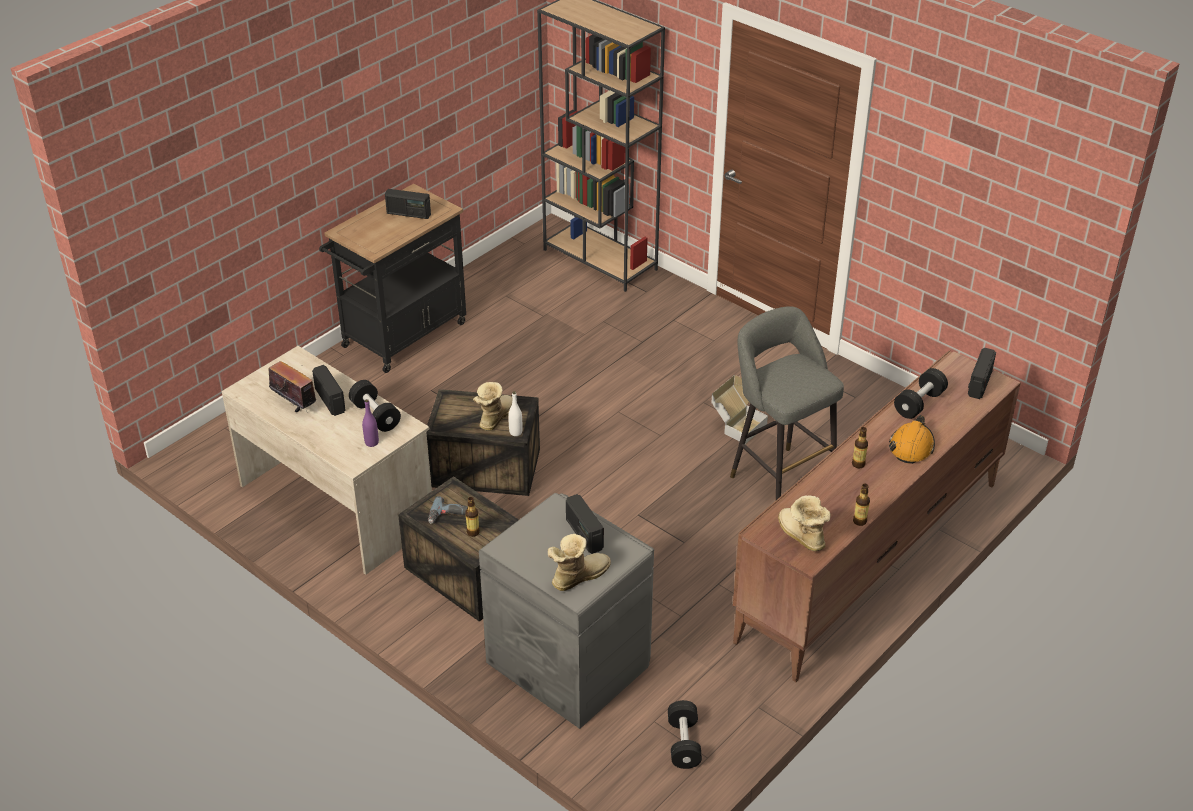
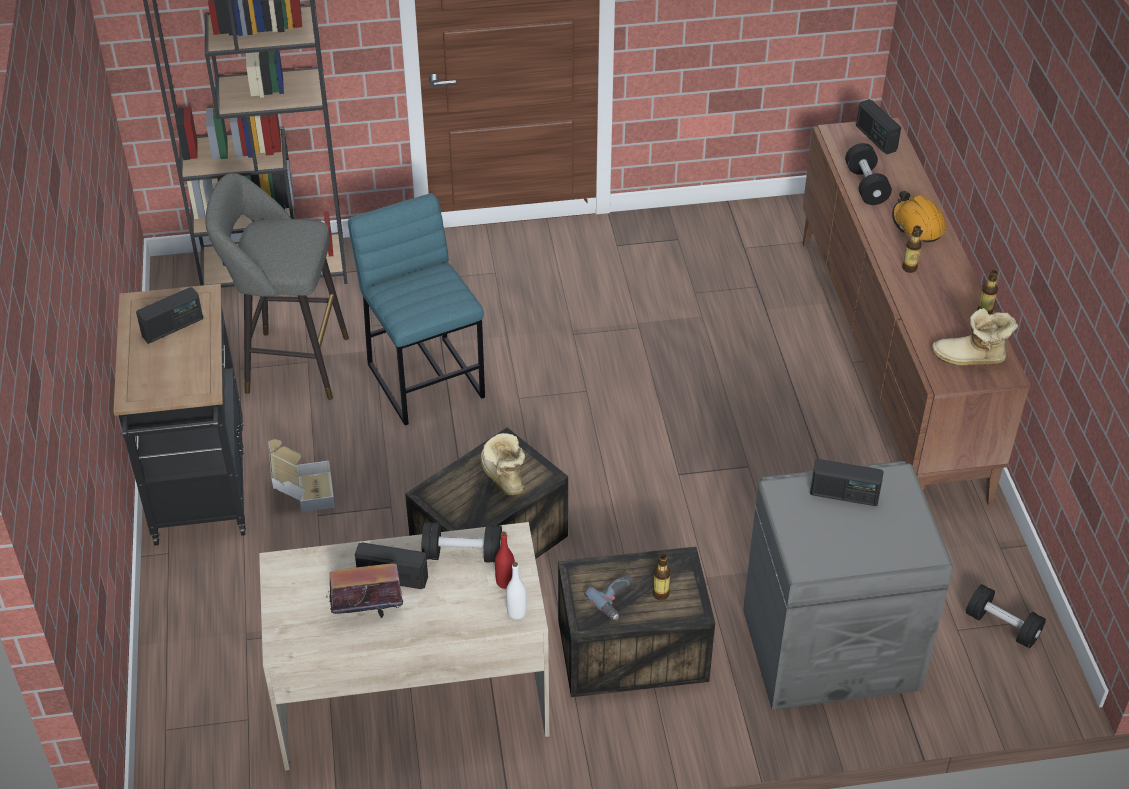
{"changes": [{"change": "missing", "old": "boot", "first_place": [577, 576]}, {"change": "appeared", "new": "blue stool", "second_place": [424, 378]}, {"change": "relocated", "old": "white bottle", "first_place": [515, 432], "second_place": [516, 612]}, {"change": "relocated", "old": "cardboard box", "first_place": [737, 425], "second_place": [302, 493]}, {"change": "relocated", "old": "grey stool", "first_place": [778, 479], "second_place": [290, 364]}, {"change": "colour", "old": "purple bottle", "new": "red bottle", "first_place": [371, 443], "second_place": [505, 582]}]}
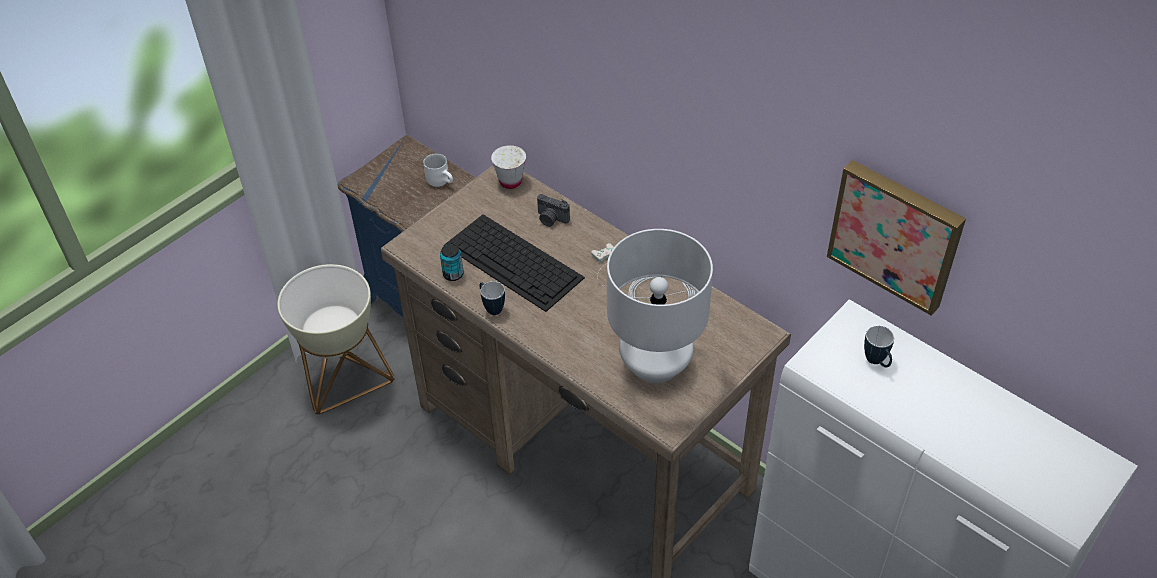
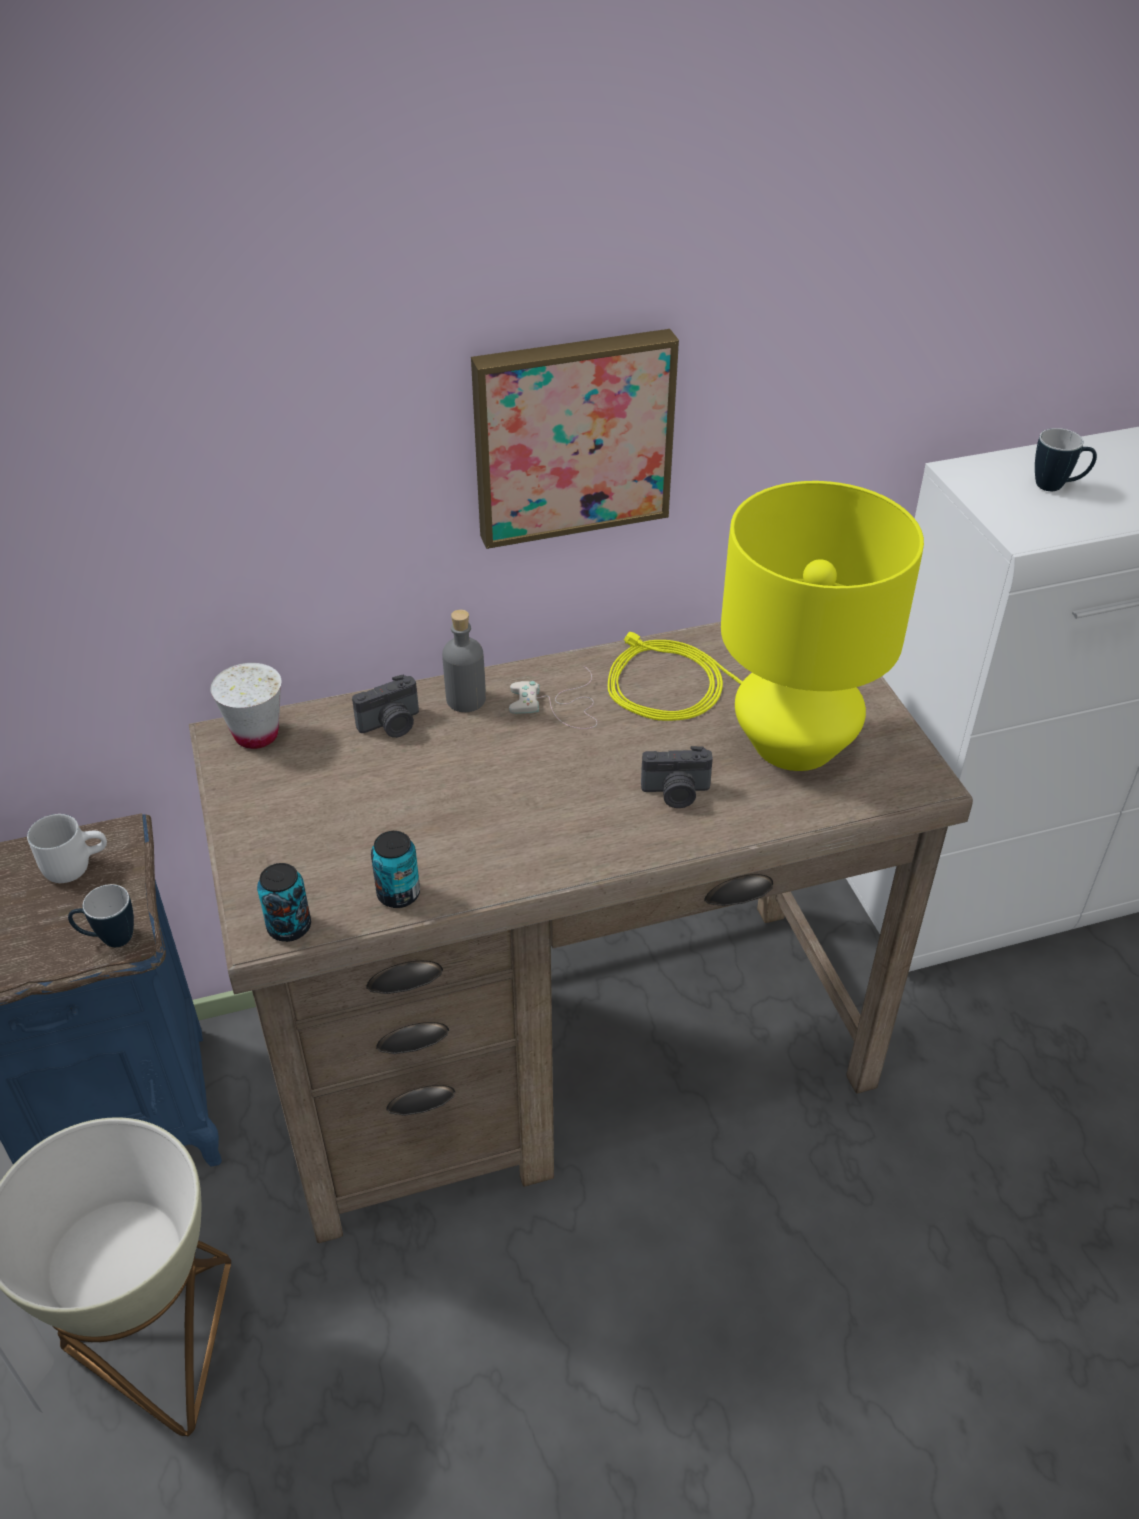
{"changes": [{"change": "missing", "old": "keyboard", "first_place": [514, 262]}, {"change": "appeared", "new": "can", "second_place": [289, 927]}, {"change": "appeared", "new": "grey bottle", "second_place": [466, 699]}, {"change": "appeared", "new": "photo camera", "second_place": [676, 793]}, {"change": "relocated", "old": "mug", "first_place": [491, 307], "second_place": [109, 939]}, {"change": "relocated", "old": "picture", "first_place": [896, 234], "second_place": [571, 435]}, {"change": "colour", "old": "white table lamp", "new": "yellow table lamp", "first_place": [658, 337], "second_place": [742, 718]}]}
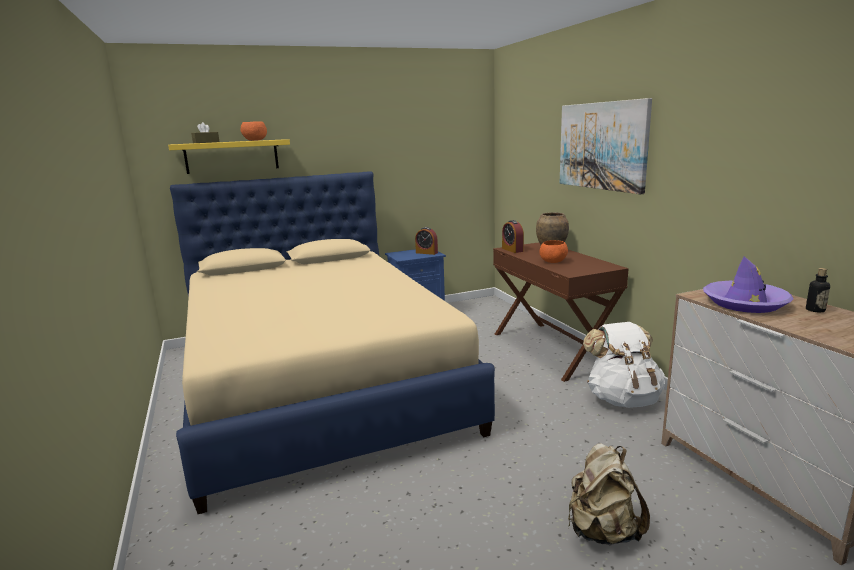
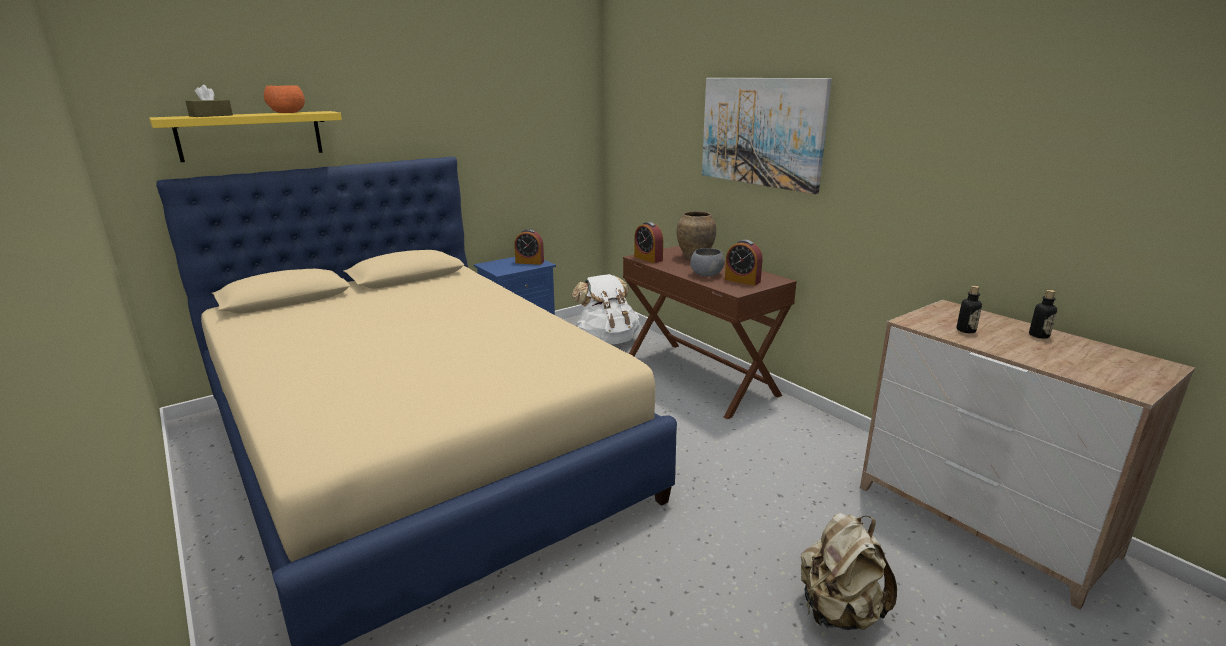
{"changes": [{"change": "appeared", "new": "alarm clock", "second_place": [742, 280]}, {"change": "relocated", "old": "white backpack", "first_place": [622, 399], "second_place": [607, 340]}, {"change": "exchanged", "old": "purple hat", "new": "bottle", "first_place": [745, 303], "second_place": [966, 330]}, {"change": "colour", "old": "orange bowl", "new": "grey bowl", "first_place": [552, 261], "second_place": [706, 275]}]}
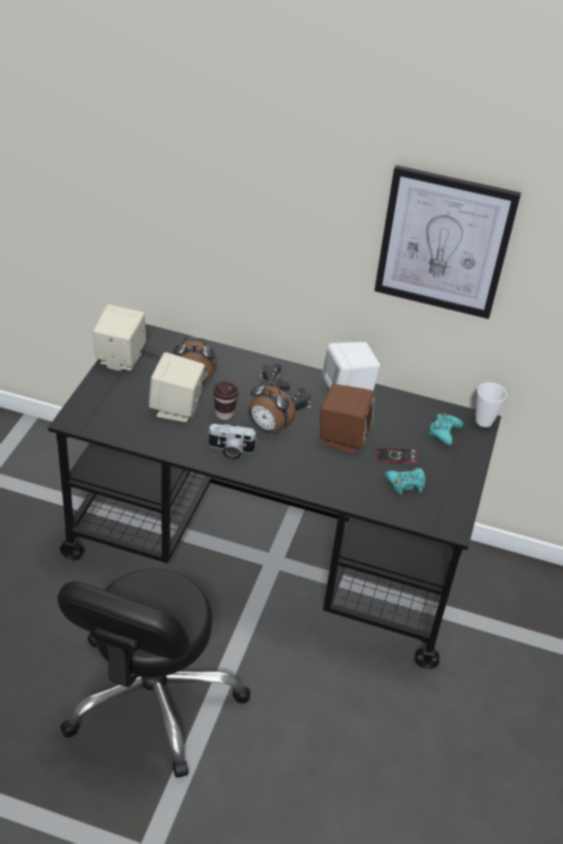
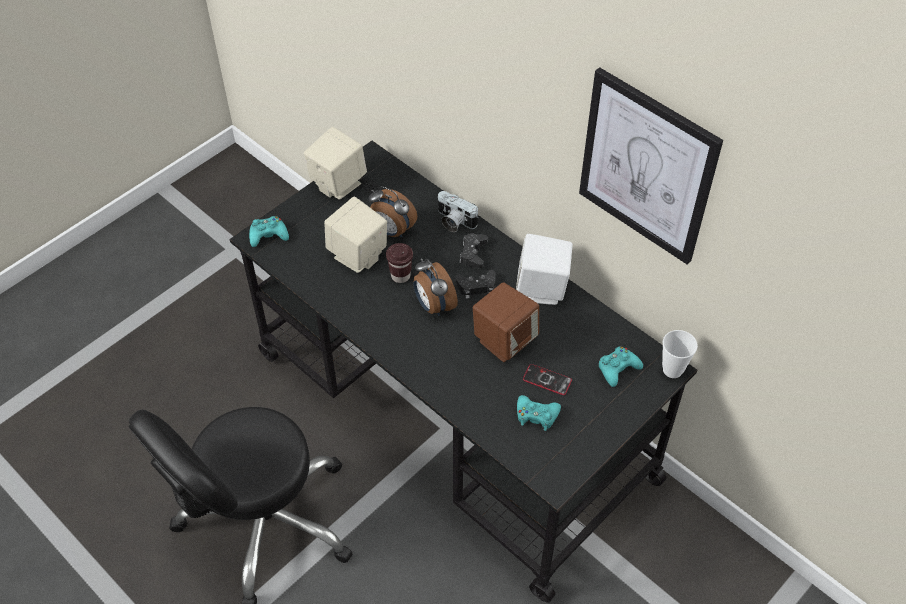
{"changes": [{"change": "appeared", "new": "turquoise game controller", "second_place": [268, 235]}, {"change": "relocated", "old": "photo camera", "first_place": [230, 451], "second_place": [454, 221]}]}
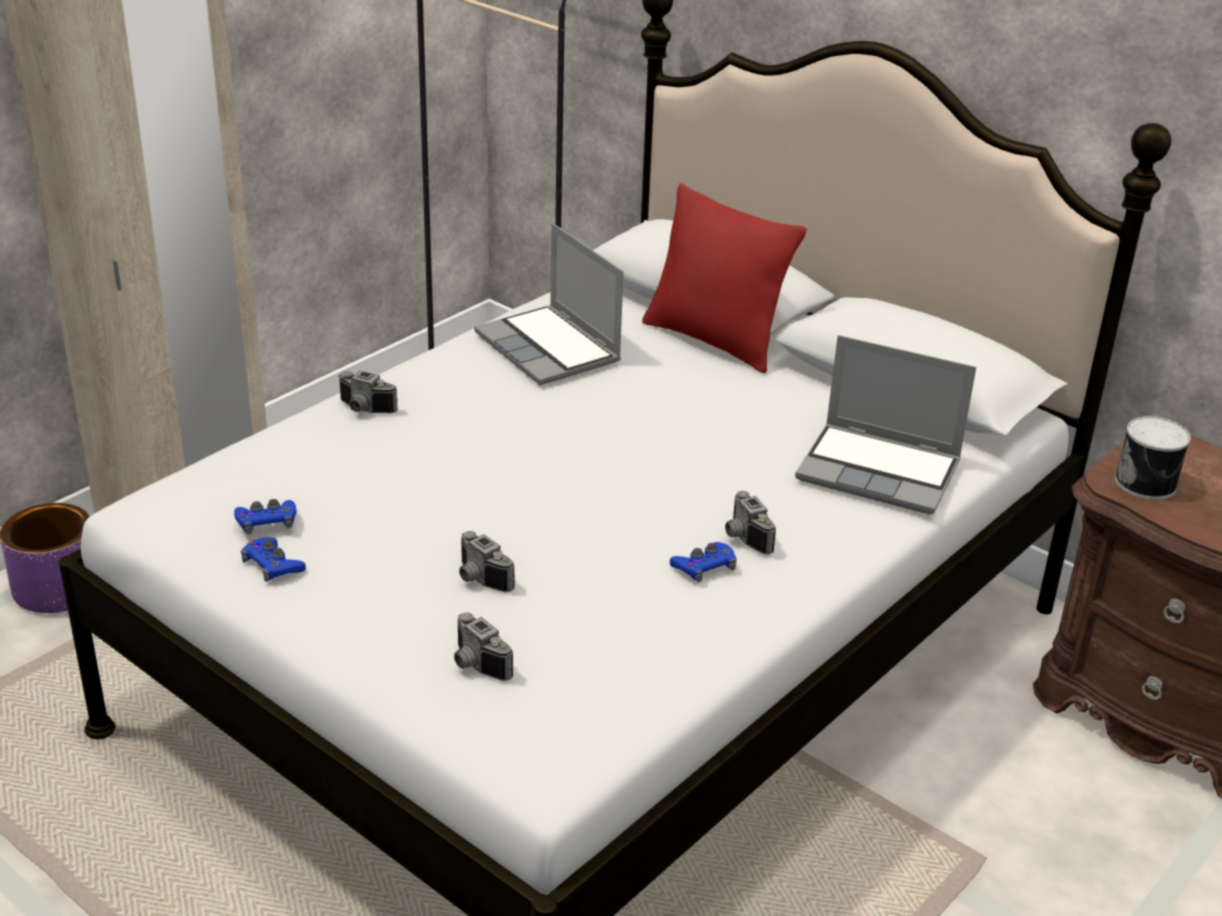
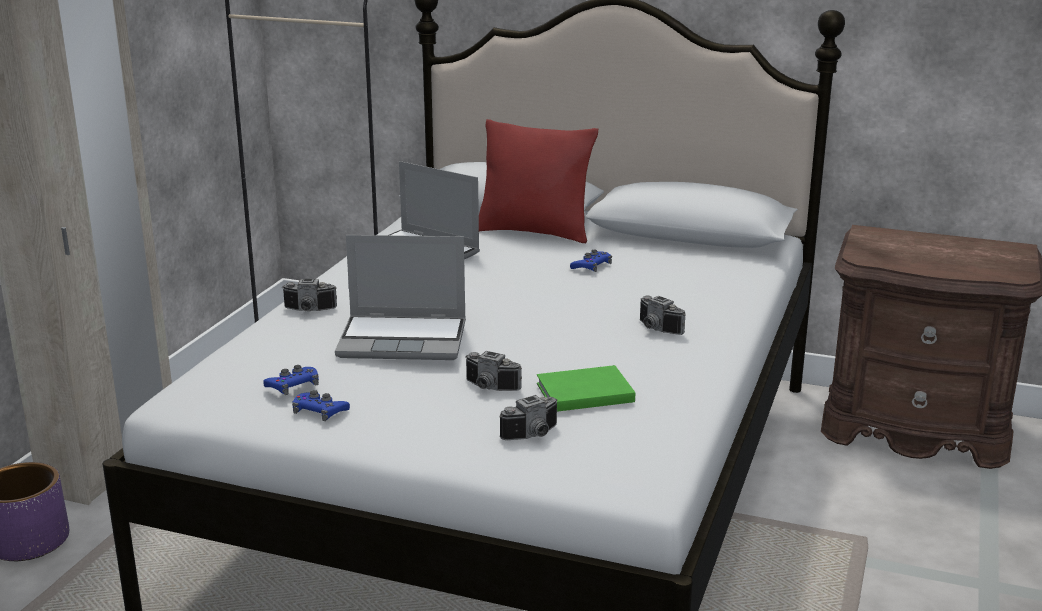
{"changes": [{"change": "missing", "old": "can", "first_place": [1147, 483]}, {"change": "appeared", "new": "green book", "second_place": [582, 392]}, {"change": "relocated", "old": "blue game controller", "first_place": [704, 567], "second_place": [591, 266]}, {"change": "relocated", "old": "laptop", "first_place": [880, 471], "second_place": [404, 339]}, {"change": "spun", "old": "photo camera", "first_place": [475, 665], "second_place": [534, 435], "degrees": -60}]}
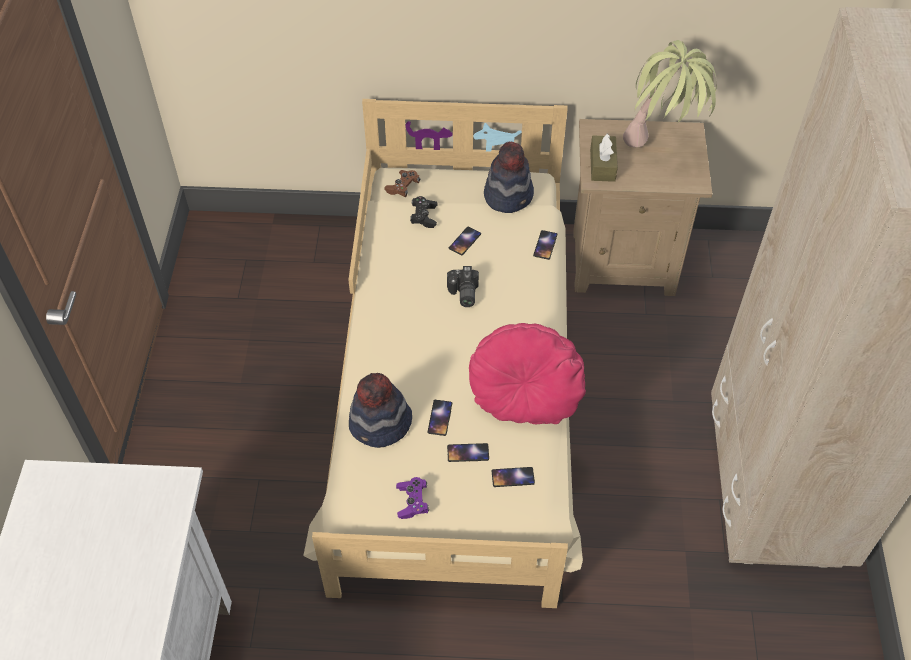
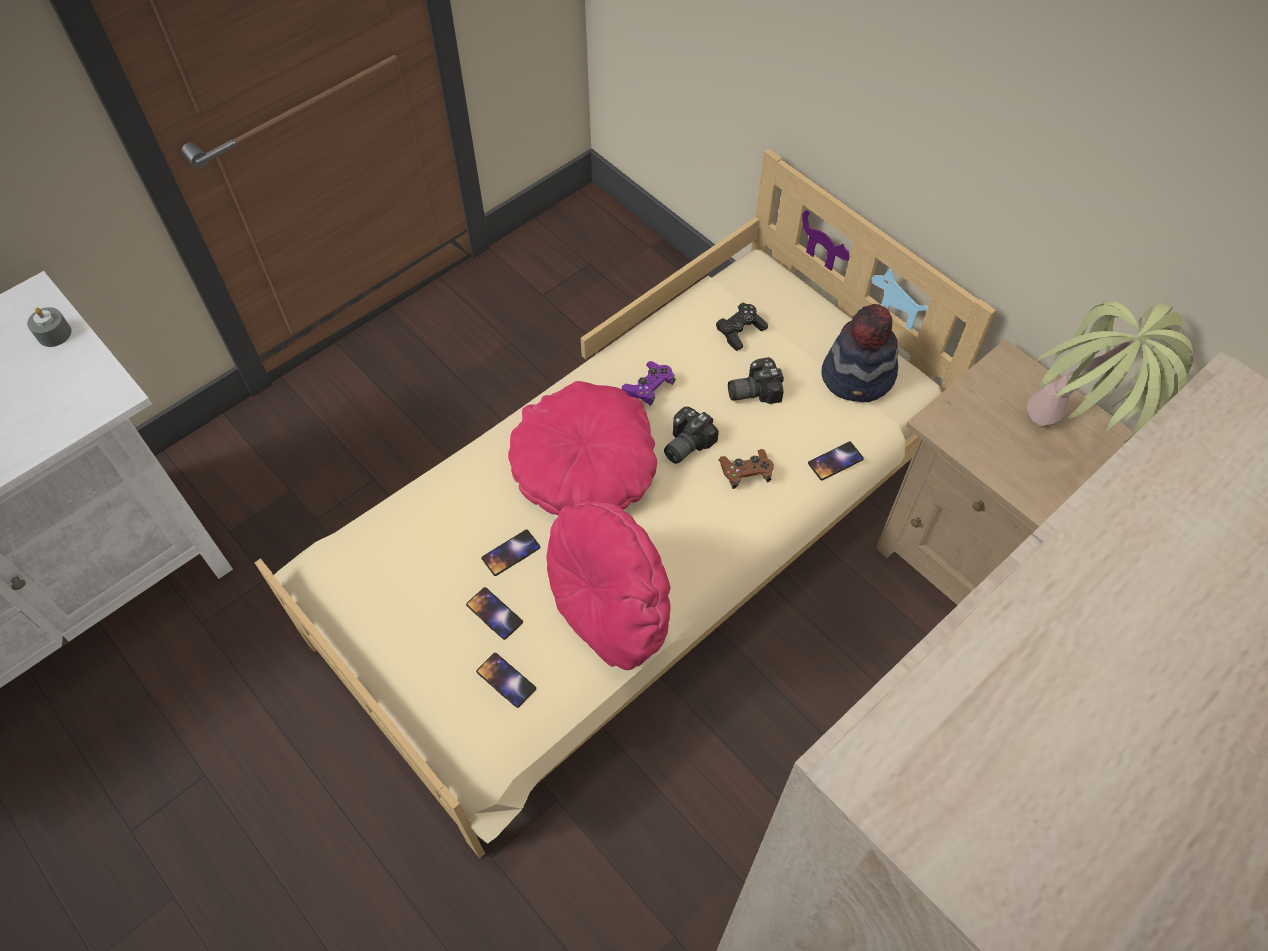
{"changes": [{"change": "missing", "old": "hat", "first_place": [380, 425]}, {"change": "missing", "old": "brown tissue box", "first_place": [602, 165]}, {"change": "appeared", "new": "grey candle", "second_place": [54, 334]}, {"change": "appeared", "new": "pink pillow", "second_place": [582, 464]}, {"change": "relocated", "old": "brown game controller", "first_place": [403, 187], "second_place": [745, 473]}, {"change": "relocated", "old": "purple game controller", "first_place": [412, 502], "second_place": [649, 388]}, {"change": "exchanged", "old": "phone", "new": "photo camera", "first_place": [465, 241], "second_place": [752, 389]}]}
